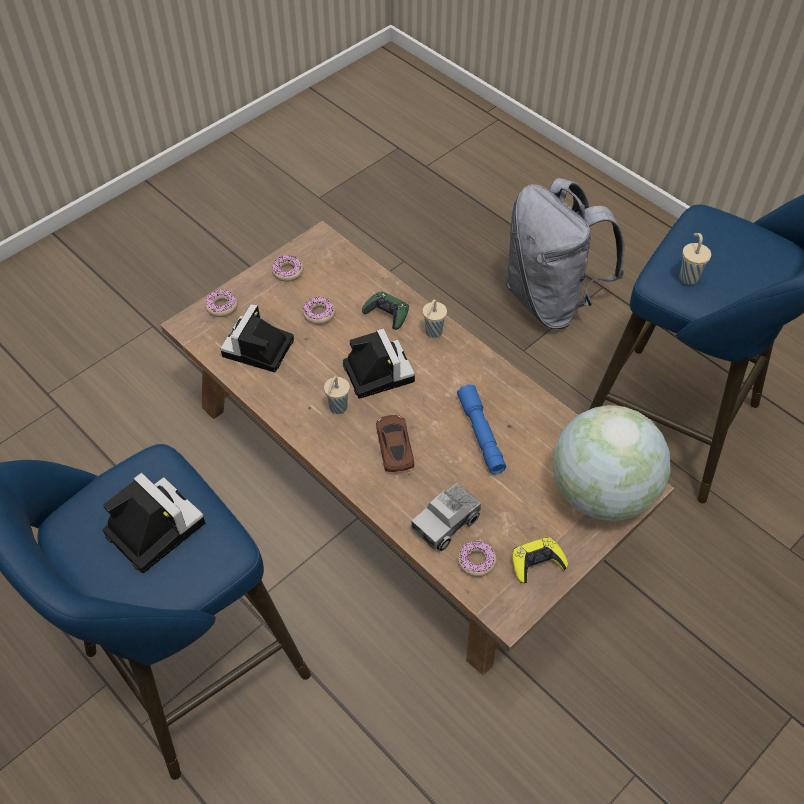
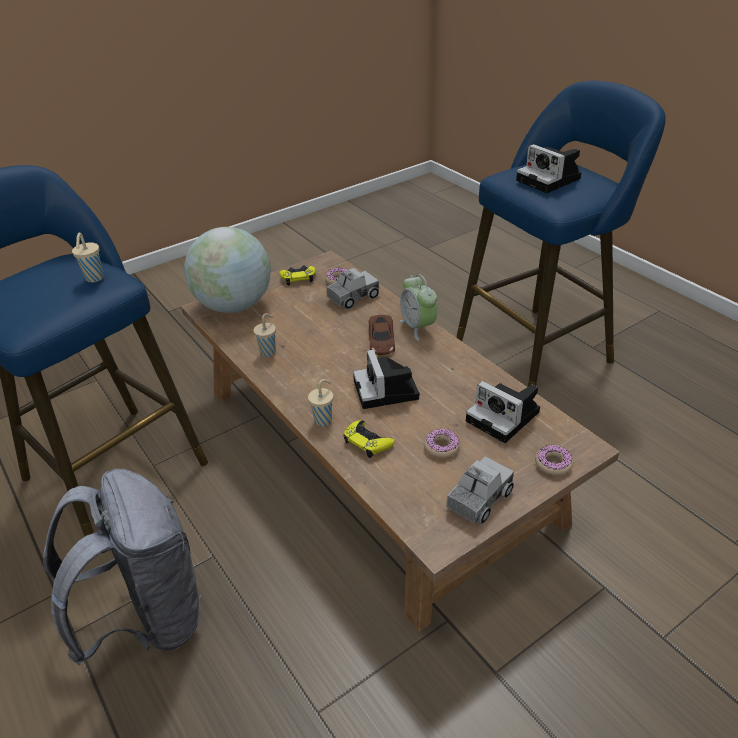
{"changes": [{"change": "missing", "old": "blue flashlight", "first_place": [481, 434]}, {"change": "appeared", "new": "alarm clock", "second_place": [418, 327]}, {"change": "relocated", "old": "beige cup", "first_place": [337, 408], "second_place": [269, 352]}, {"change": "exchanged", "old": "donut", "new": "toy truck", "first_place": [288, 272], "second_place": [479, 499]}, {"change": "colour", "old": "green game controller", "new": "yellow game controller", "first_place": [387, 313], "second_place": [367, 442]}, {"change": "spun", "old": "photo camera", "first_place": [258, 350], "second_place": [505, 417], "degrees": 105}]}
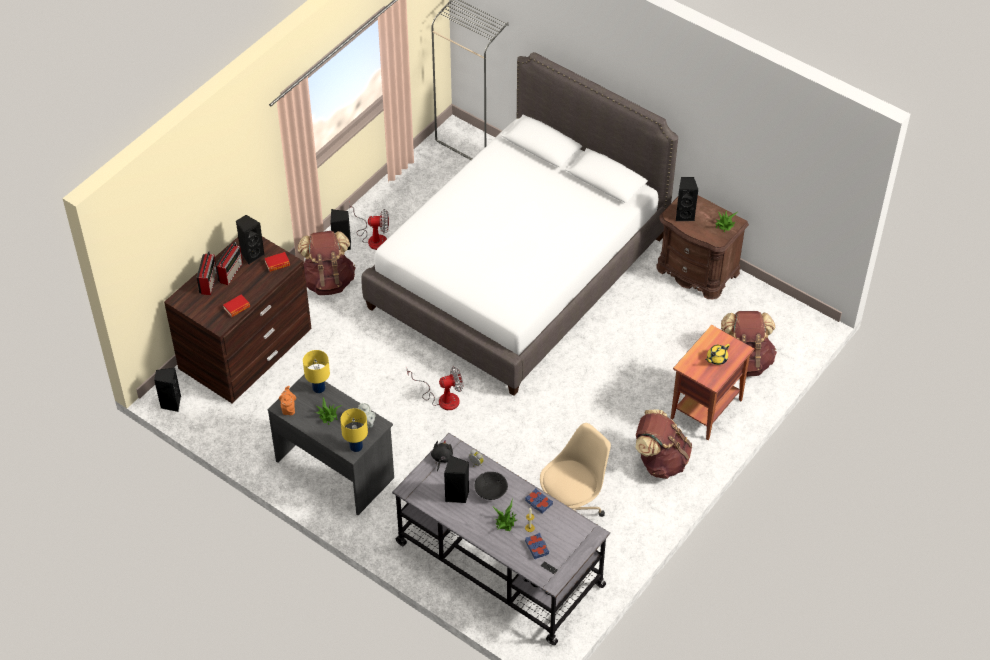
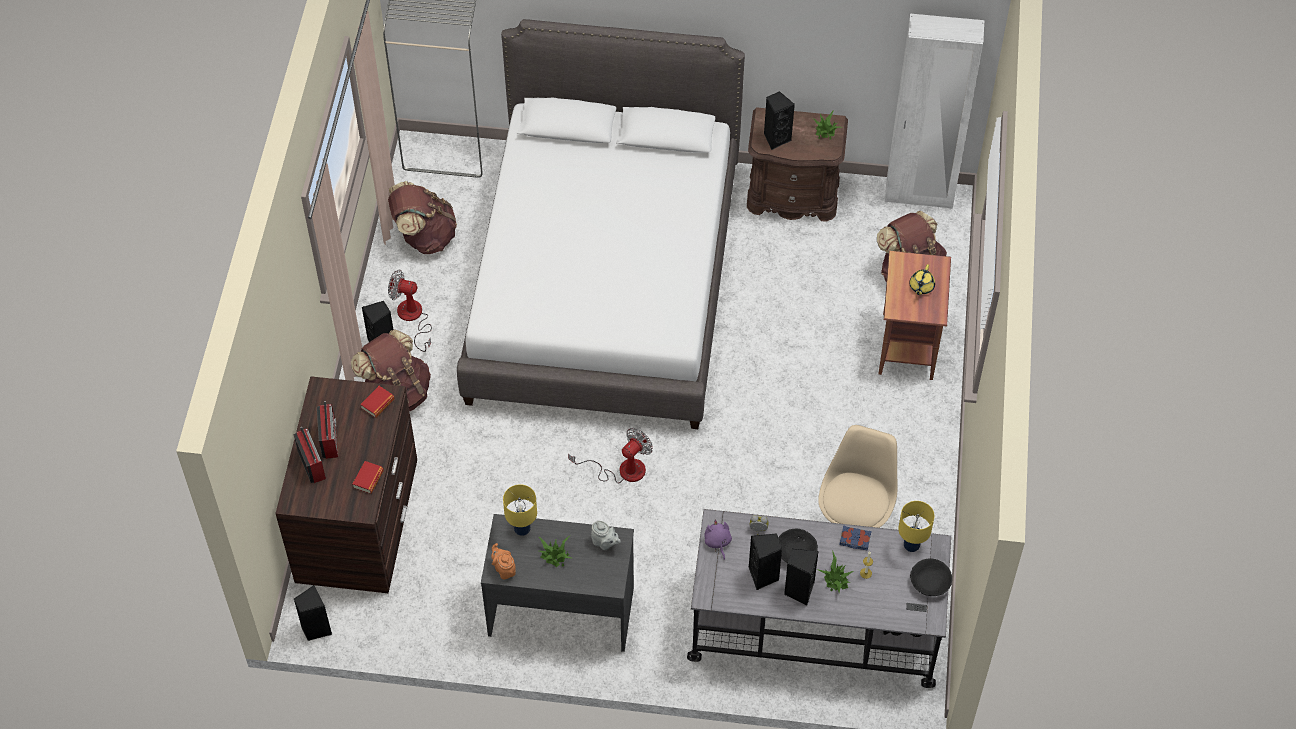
{"changes": [{"change": "missing", "old": "blue book", "first_place": [537, 547]}, {"change": "appeared", "new": "white wardrobe", "second_place": [919, 195]}, {"change": "appeared", "new": "black bowl", "second_place": [929, 582]}, {"change": "relocated", "old": "black speaker", "first_place": [251, 254], "second_place": [799, 590]}, {"change": "relocated", "old": "yellow table lamp", "first_place": [356, 447], "second_place": [911, 545]}, {"change": "relocated", "old": "brown backpack", "first_place": [660, 461], "second_place": [424, 237]}, {"change": "colour", "old": "black plush toy", "new": "purple plush toy", "first_place": [441, 458], "second_place": [717, 542]}, {"change": "spun", "old": "fan", "first_place": [373, 238], "second_place": [413, 318], "degrees": -135}]}
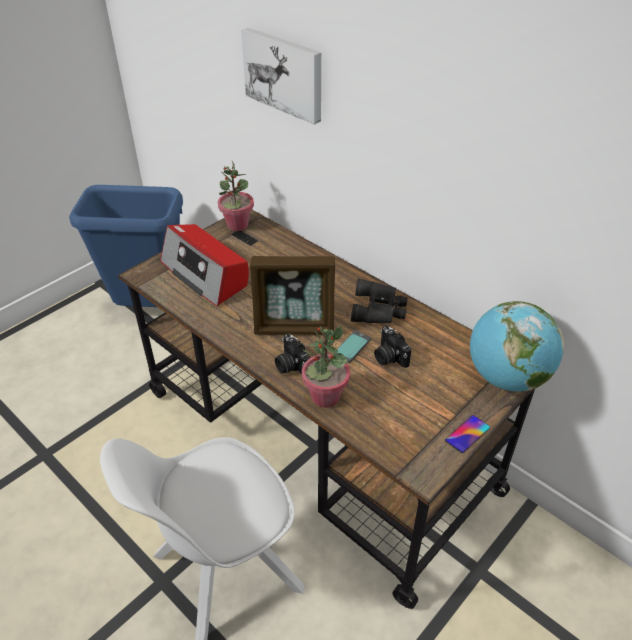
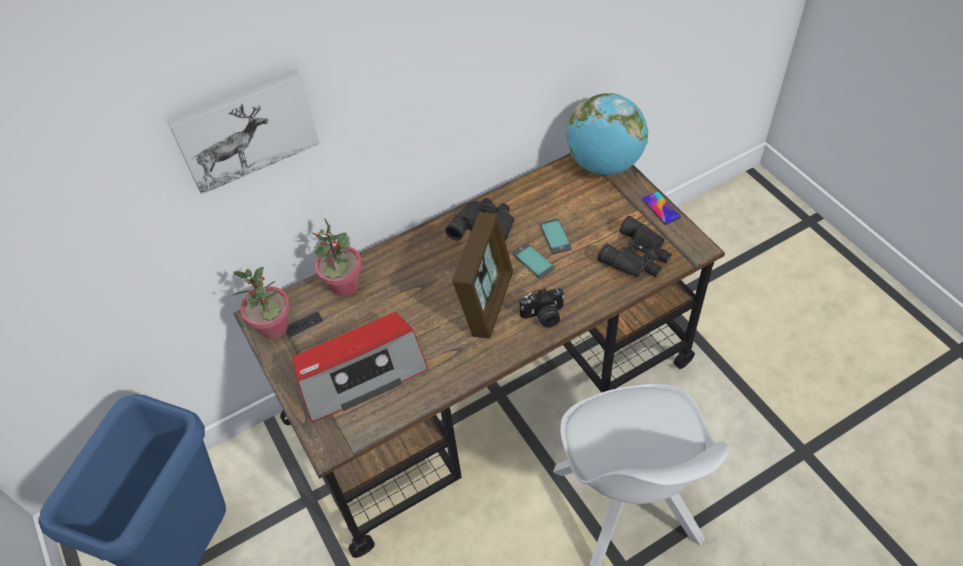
{"changes": [{"change": "appeared", "new": "black binoculars", "second_place": [637, 256]}, {"change": "relocated", "old": "potted plant", "first_place": [325, 396], "second_place": [344, 285]}, {"change": "exchanged", "old": "photo camera", "new": "phone", "first_place": [388, 357], "second_place": [555, 236]}]}
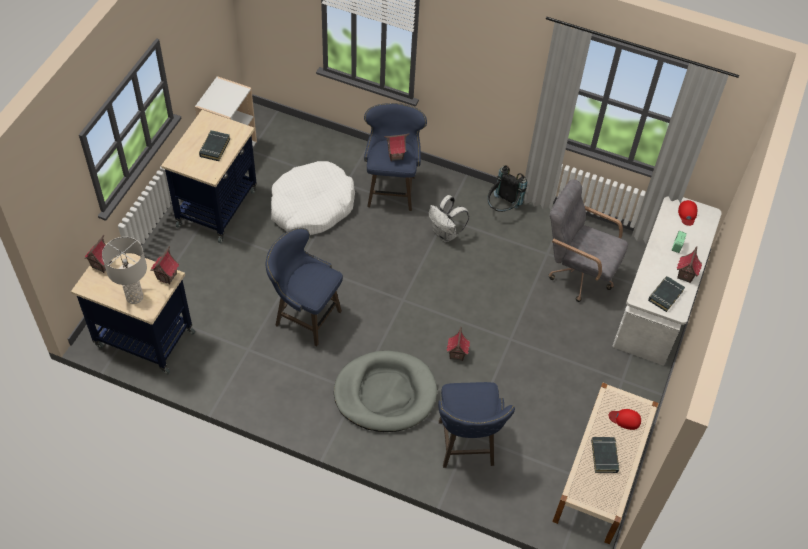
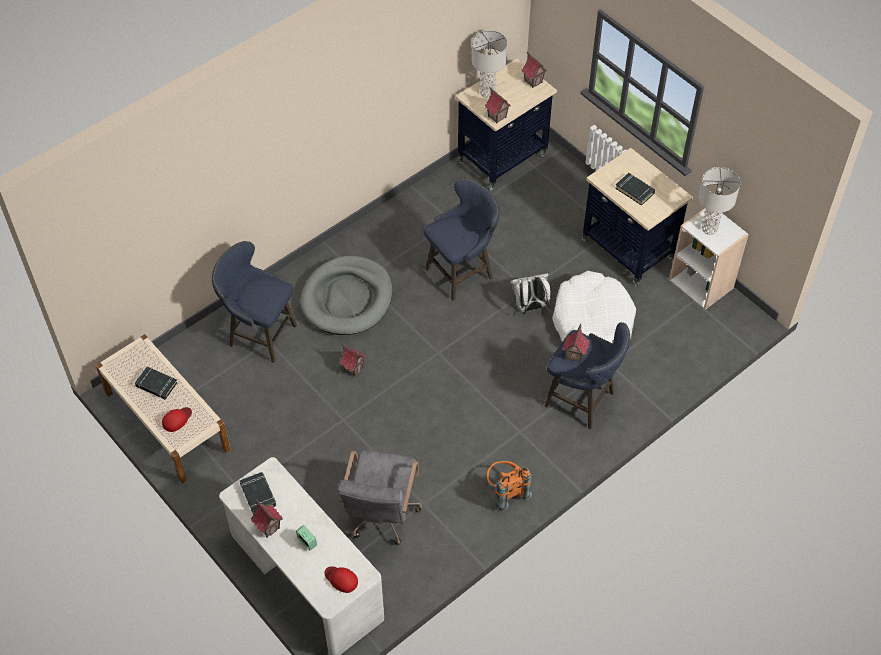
{"changes": [{"change": "appeared", "new": "white table lamp", "second_place": [709, 228]}, {"change": "relocated", "old": "white backpack", "first_place": [445, 234], "second_place": [530, 307]}, {"change": "colour", "old": "black backpack", "new": "orange backpack", "first_place": [502, 208], "second_place": [505, 491]}, {"change": "spun", "old": "grey office chair", "first_place": [577, 274], "second_place": [381, 518], "degrees": 135}]}
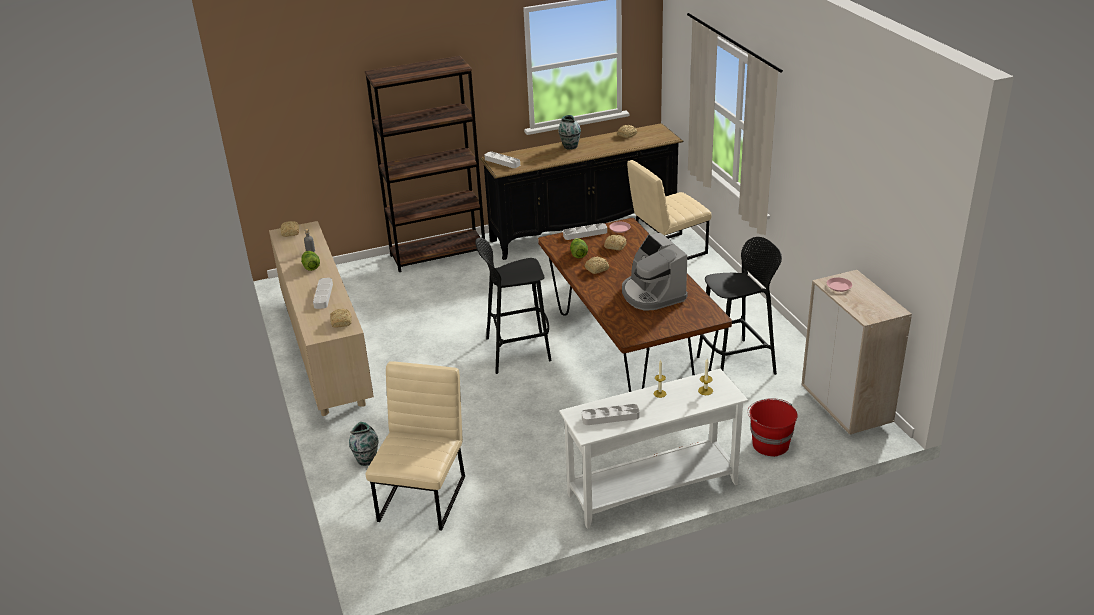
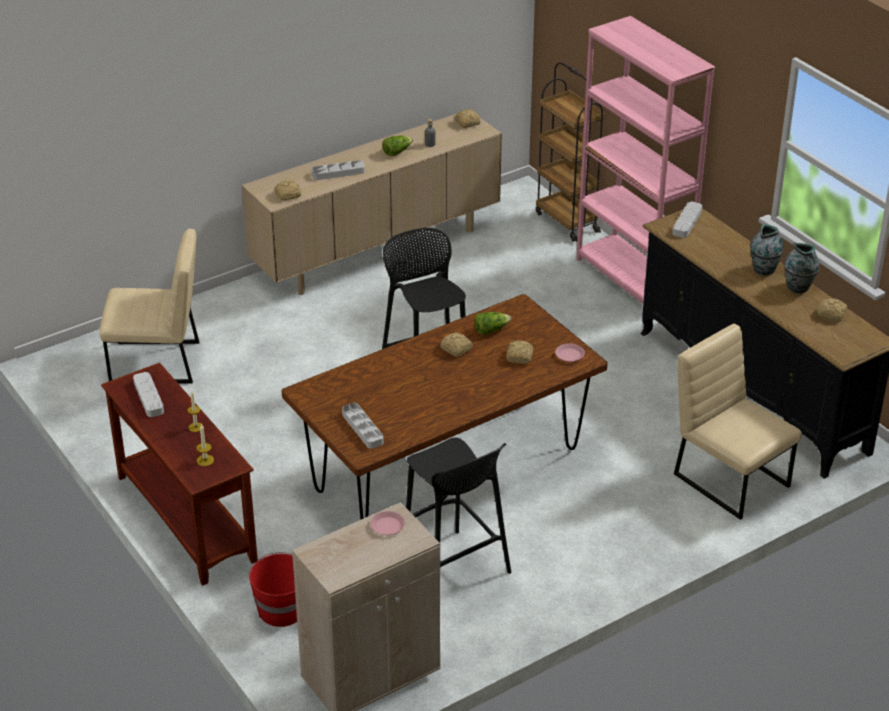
{"changes": [{"change": "missing", "old": "coffee machine", "first_place": [652, 294]}, {"change": "appeared", "new": "brown cart", "second_place": [567, 222]}, {"change": "relocated", "old": "vase", "first_place": [367, 459], "second_place": [798, 287]}, {"change": "relocated", "old": "grey tray", "first_place": [585, 234], "second_place": [362, 428]}, {"change": "colour", "old": "brown bookcase", "new": "pink bookcase", "first_place": [438, 254], "second_place": [632, 279]}, {"change": "colour", "old": "white console table", "new": "brown console table", "first_place": [652, 490], "second_place": [185, 518]}]}
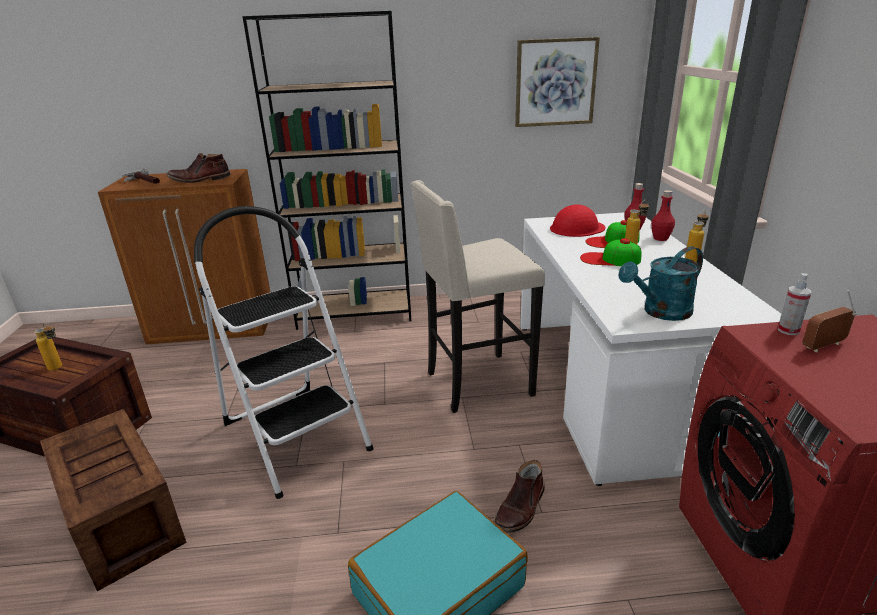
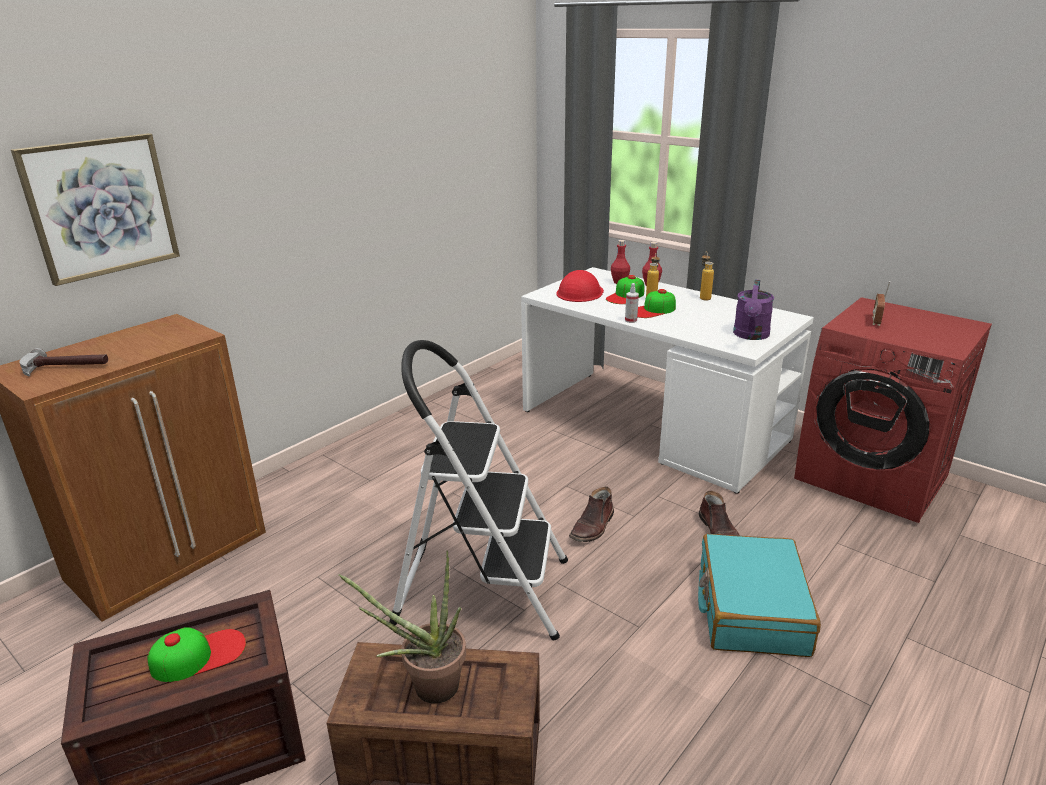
{"changes": [{"change": "missing", "old": "beige bookcase", "first_place": [355, 313]}, {"change": "missing", "old": "beige stool", "first_place": [476, 384]}, {"change": "appeared", "new": "potted plant", "second_place": [426, 688]}, {"change": "relocated", "old": "brown boot", "first_place": [200, 180], "second_place": [593, 527]}, {"change": "relocated", "old": "picture", "first_place": [555, 82], "second_place": [101, 207]}, {"change": "relocated", "old": "spray bottle", "first_place": [788, 330], "second_place": [631, 320]}, {"change": "exchanged", "old": "bottle", "new": "cap", "first_place": [59, 368], "second_place": [199, 655]}, {"change": "colour", "old": "turquoise watering can", "new": "purple watering can", "first_place": [660, 312], "second_place": [751, 336]}]}
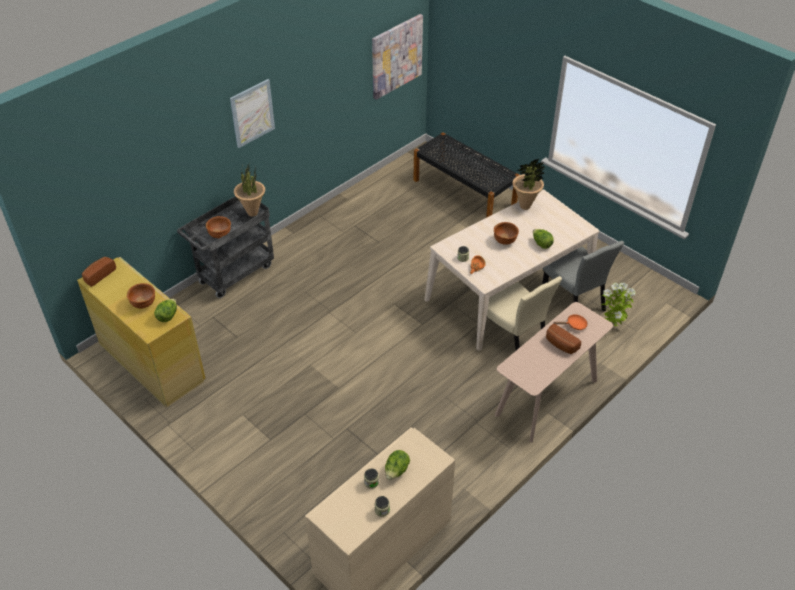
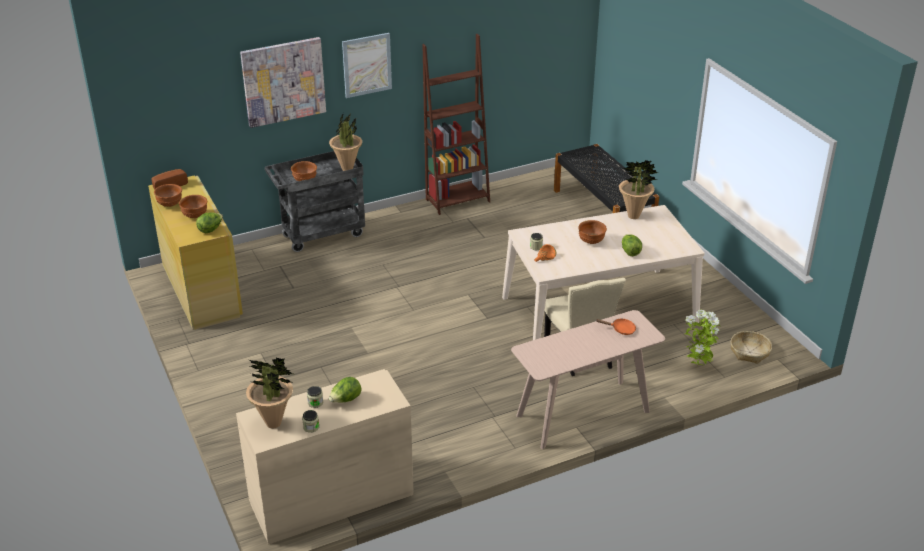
{"changes": [{"change": "missing", "old": "grey chair", "first_place": [573, 299]}, {"change": "missing", "old": "bread", "first_place": [560, 345]}, {"change": "appeared", "new": "brown bowl", "second_place": [170, 204]}, {"change": "appeared", "new": "potted plant", "second_place": [274, 423]}, {"change": "appeared", "new": "brown bookcase", "second_place": [457, 200]}, {"change": "appeared", "new": "basket", "second_place": [749, 352]}, {"change": "relocated", "old": "picture", "first_place": [396, 56], "second_place": [283, 81]}]}
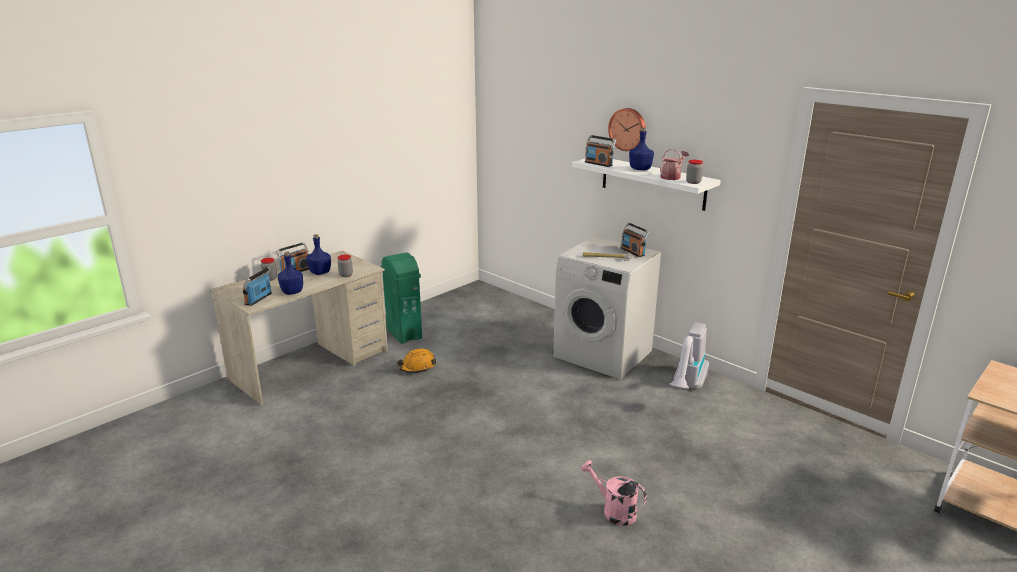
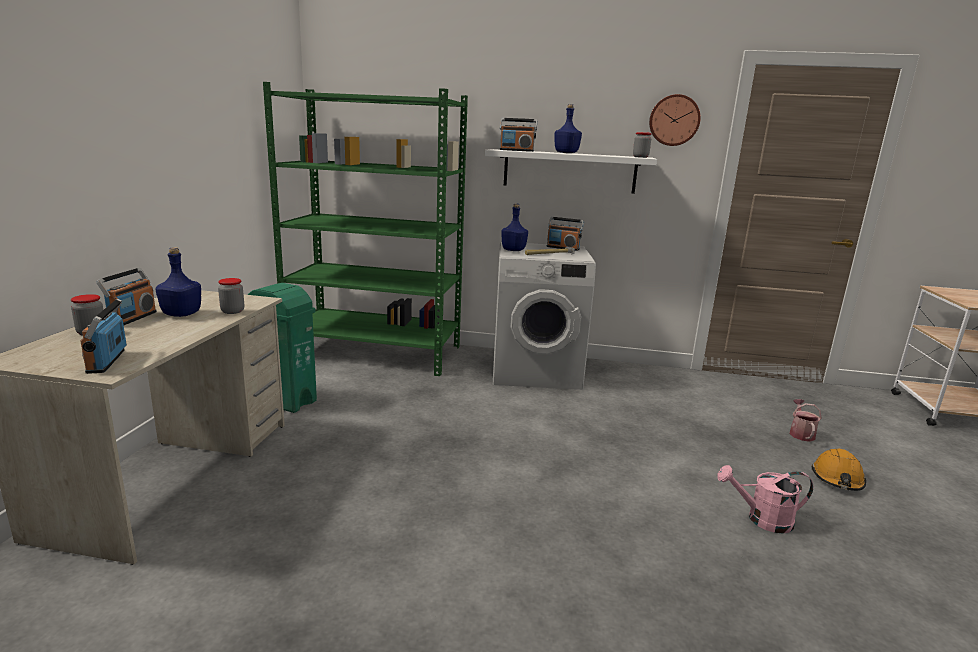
{"changes": [{"change": "missing", "old": "vacuum cleaner", "first_place": [687, 387]}, {"change": "appeared", "new": "green bookcase", "second_place": [375, 352]}, {"change": "relocated", "old": "blue bottle", "first_place": [292, 292], "second_place": [513, 250]}, {"change": "relocated", "old": "orange hard hat", "first_place": [417, 367], "second_place": [837, 479]}, {"change": "relocated", "old": "wall clock", "first_place": [628, 129], "second_place": [674, 120]}, {"change": "relocated", "old": "watering can", "first_place": [672, 177], "second_place": [800, 433]}]}
